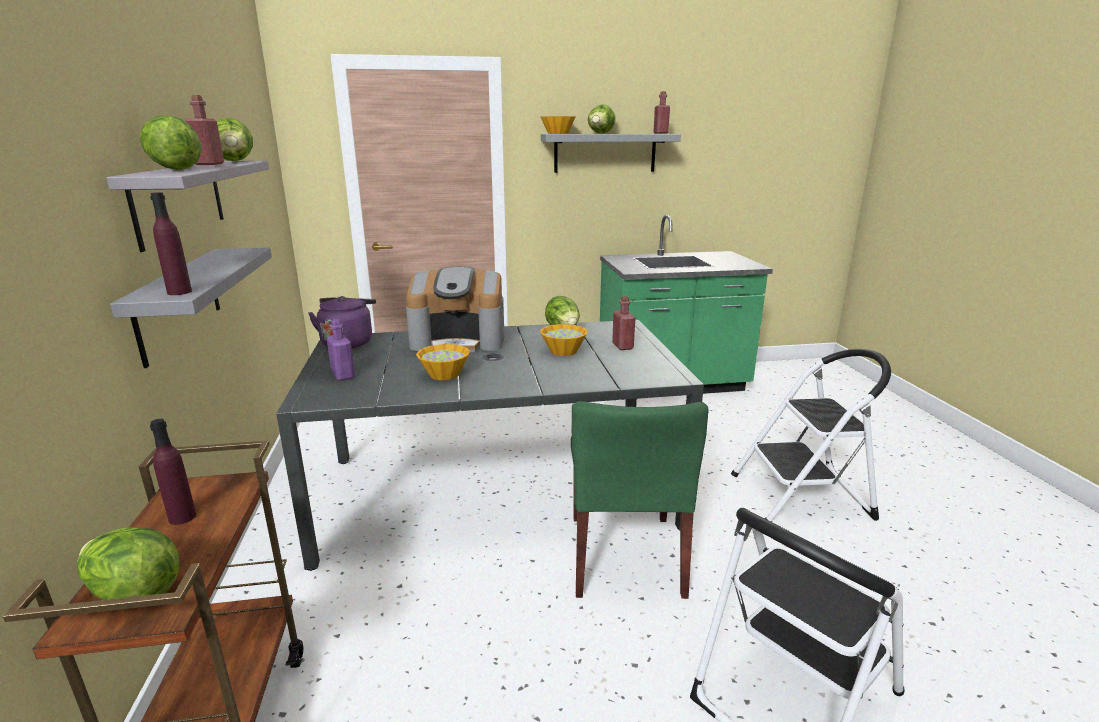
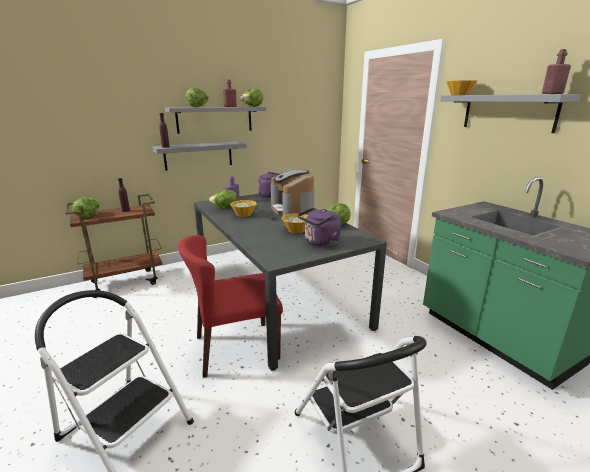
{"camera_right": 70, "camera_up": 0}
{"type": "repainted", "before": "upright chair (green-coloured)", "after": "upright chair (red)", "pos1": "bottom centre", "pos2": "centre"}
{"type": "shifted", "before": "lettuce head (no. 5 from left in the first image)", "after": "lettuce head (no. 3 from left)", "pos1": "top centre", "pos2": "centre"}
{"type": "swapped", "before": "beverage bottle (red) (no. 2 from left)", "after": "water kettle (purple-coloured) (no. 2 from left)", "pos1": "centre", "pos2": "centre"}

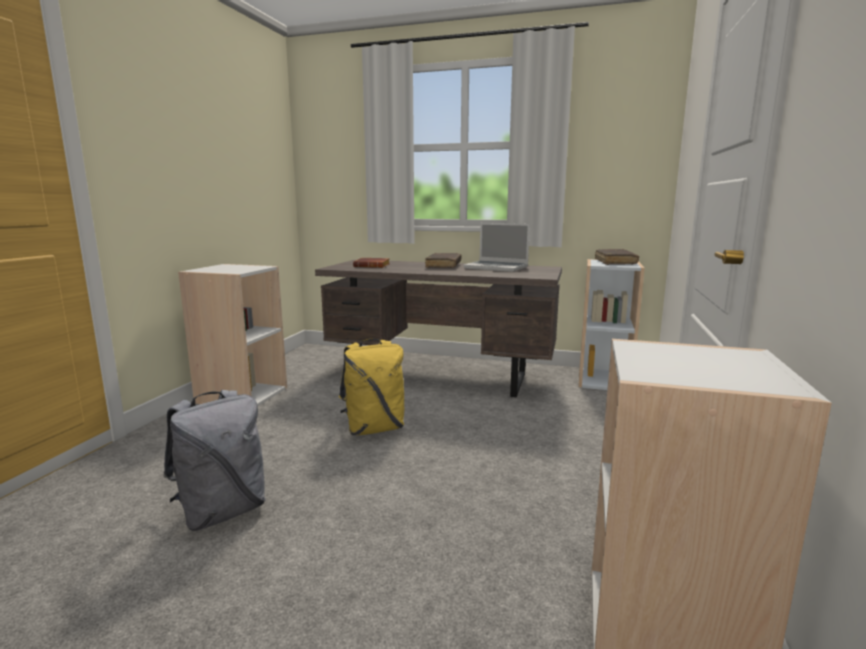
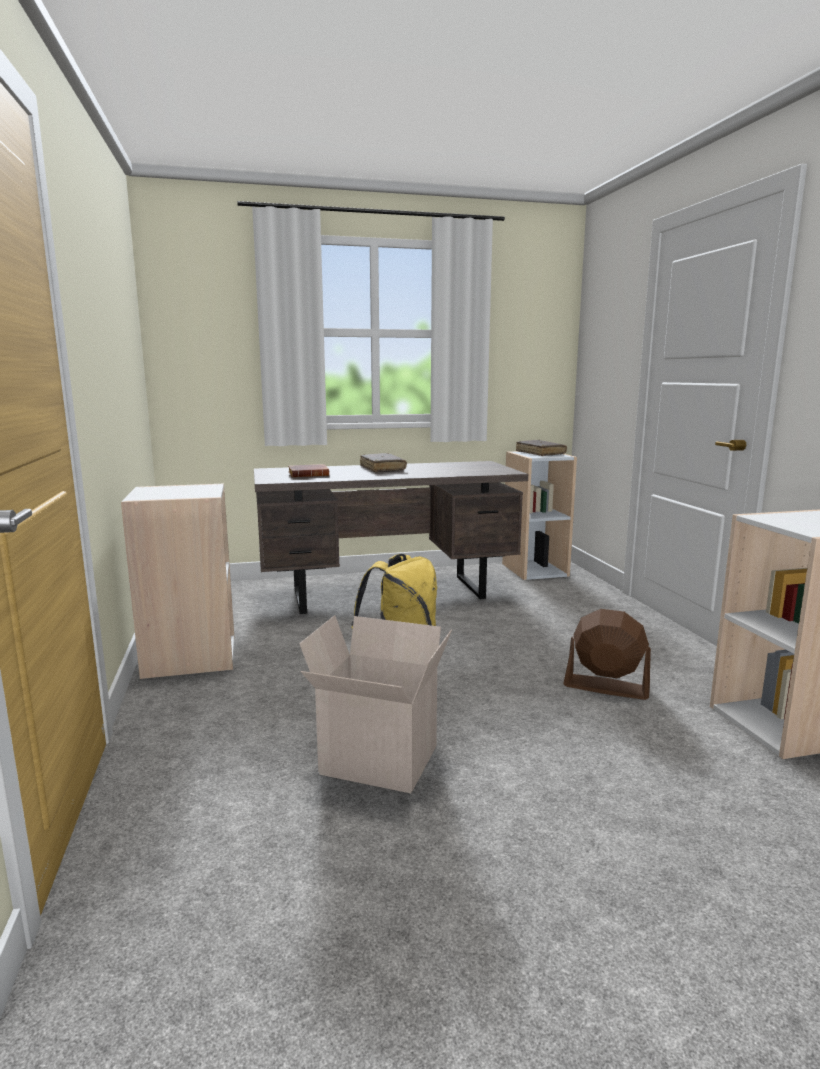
{"camera_right": -30, "camera_up": 0}
{"type": "swapped", "before": "rucksack (grey)", "after": "packing box", "pos1": "bottom left", "pos2": "centre"}
{"type": "gone", "before": "notebook computer", "pos1": "centre"}
{"type": "new", "after": "fan (brown)", "pos2": "middle right"}

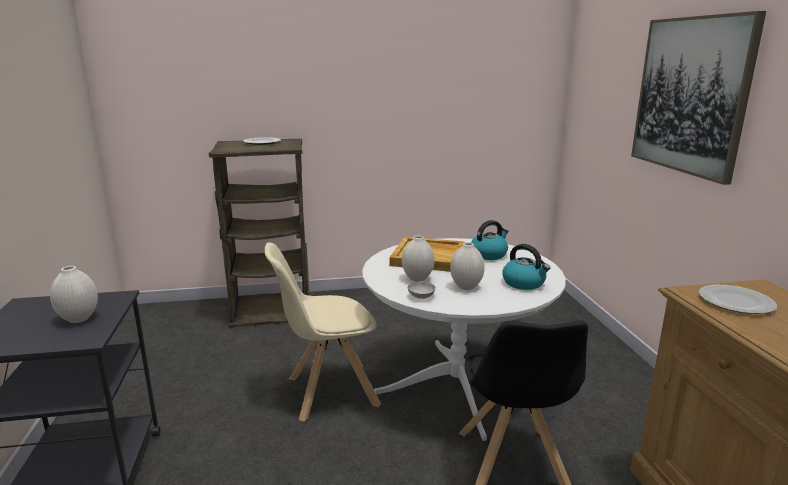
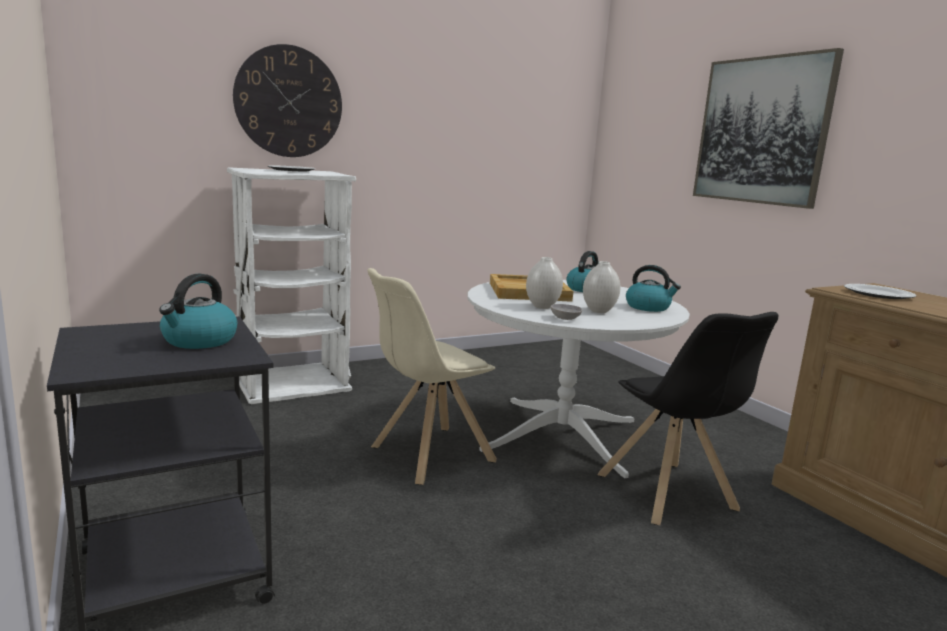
{"camera_right": -20, "camera_up": -5}
{"type": "swapped", "before": "decorative vase (white-coloured) (no. 1 from left)", "after": "water kettle (no. 1 from left)", "pos1": "middle left", "pos2": "middle left"}
{"type": "repainted", "before": "bookcase (brown)", "after": "bookcase (white-coloured)", "pos1": "middle left", "pos2": "middle left"}
{"type": "new", "after": "wall clock", "pos2": "top left"}

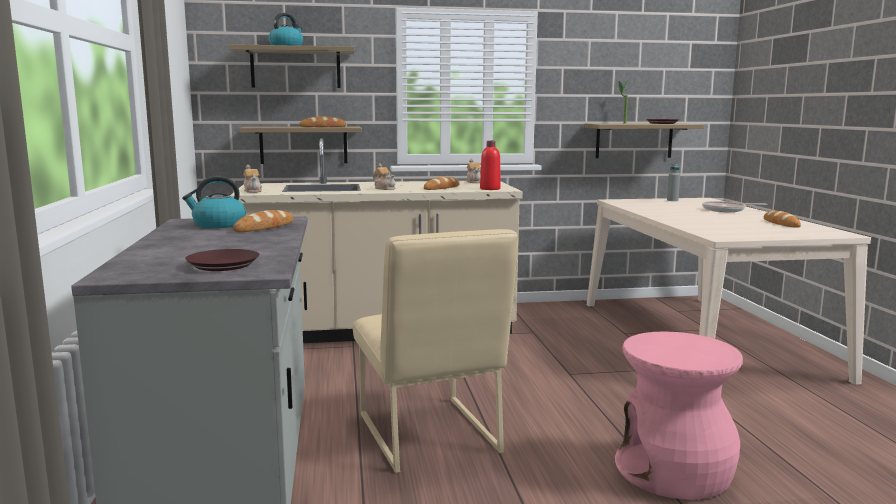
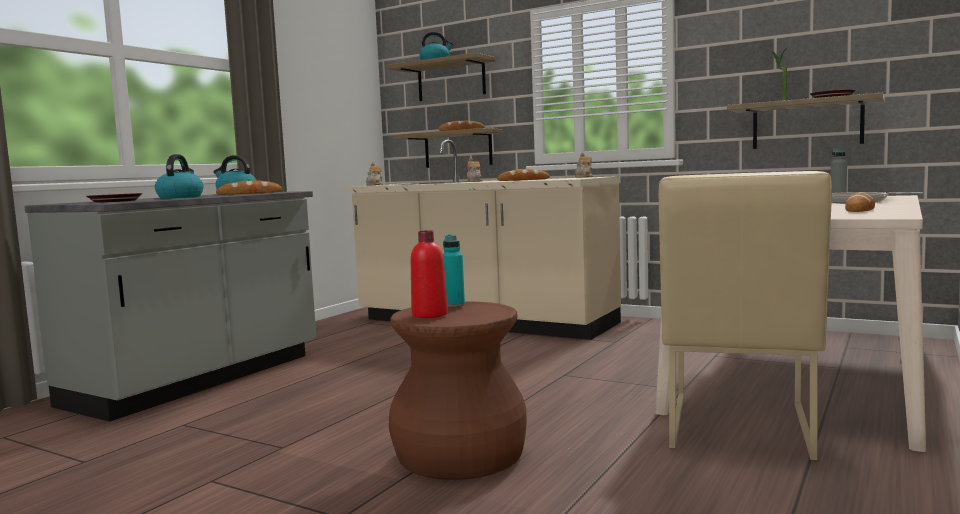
{"camera_right": 40, "camera_up": -5}
{"type": "shifted", "before": "upright chair (sand-coloured)", "pos1": "bottom centre", "pos2": "middle right"}
{"type": "shifted", "before": "beverage bottle (red)", "pos1": "top centre", "pos2": "centre"}
{"type": "repainted", "before": "stool seat (pink)", "after": "stool seat (brown)", "pos1": "bottom right", "pos2": "bottom centre"}
{"type": "new", "after": "water kettle (no. 1 from left)", "pos2": "middle left"}
{"type": "new", "after": "beverage bottle (turquoise)", "pos2": "centre"}

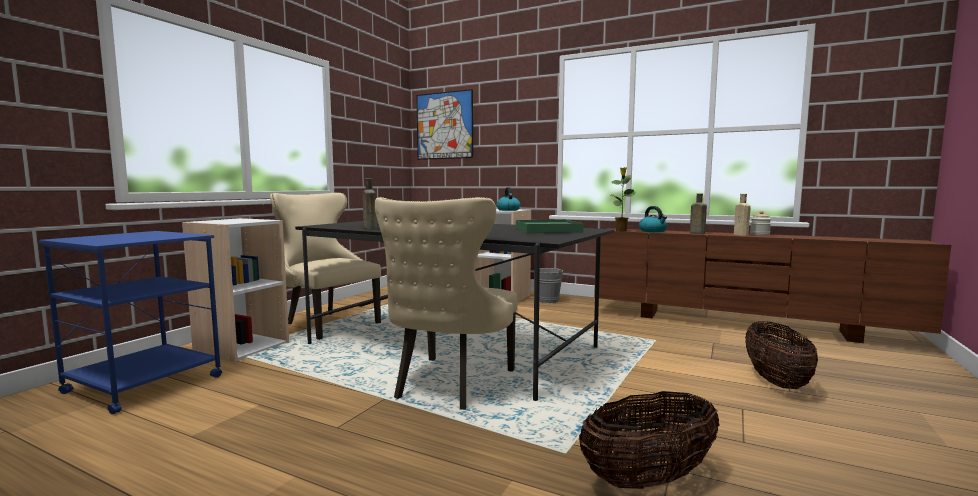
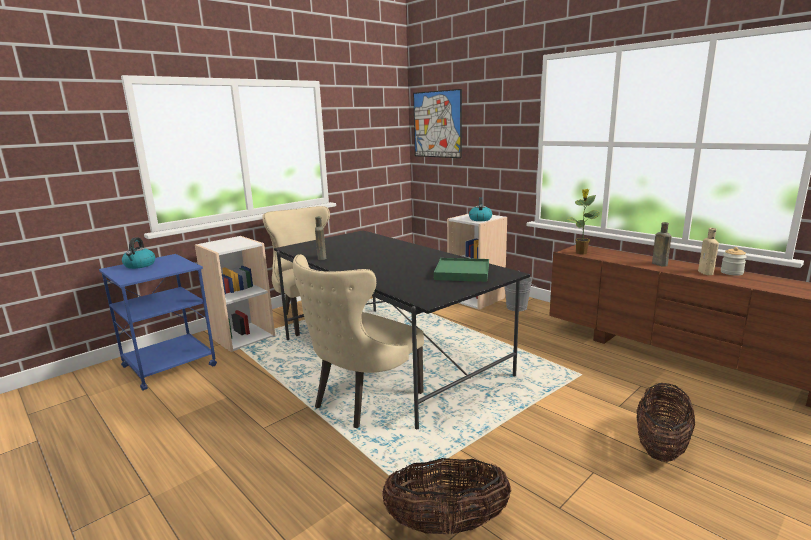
{"camera_right": 20, "camera_up": 10}
{"type": "shifted", "before": "water kettle (no. 2 from left in the first image)", "after": "water kettle (no. 1 from left)", "pos1": "middle right", "pos2": "middle left"}

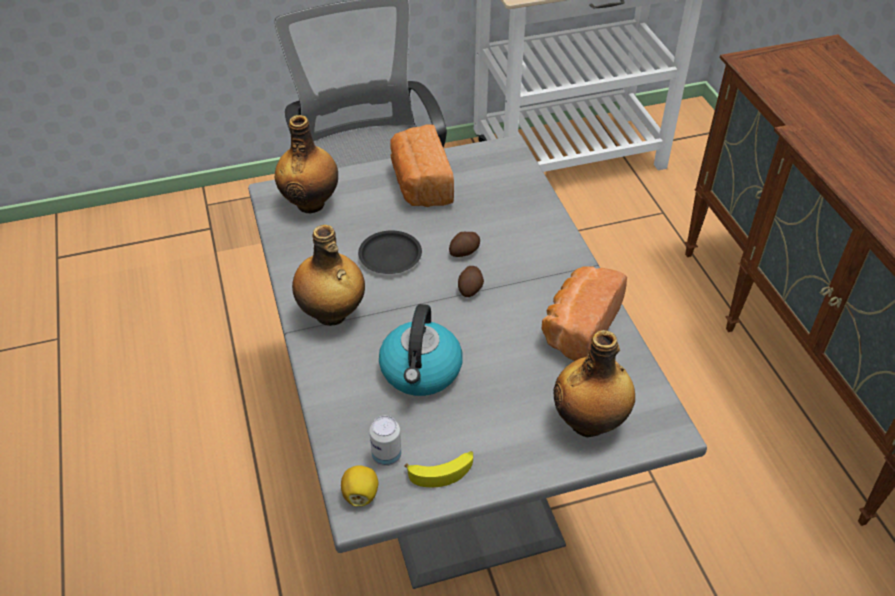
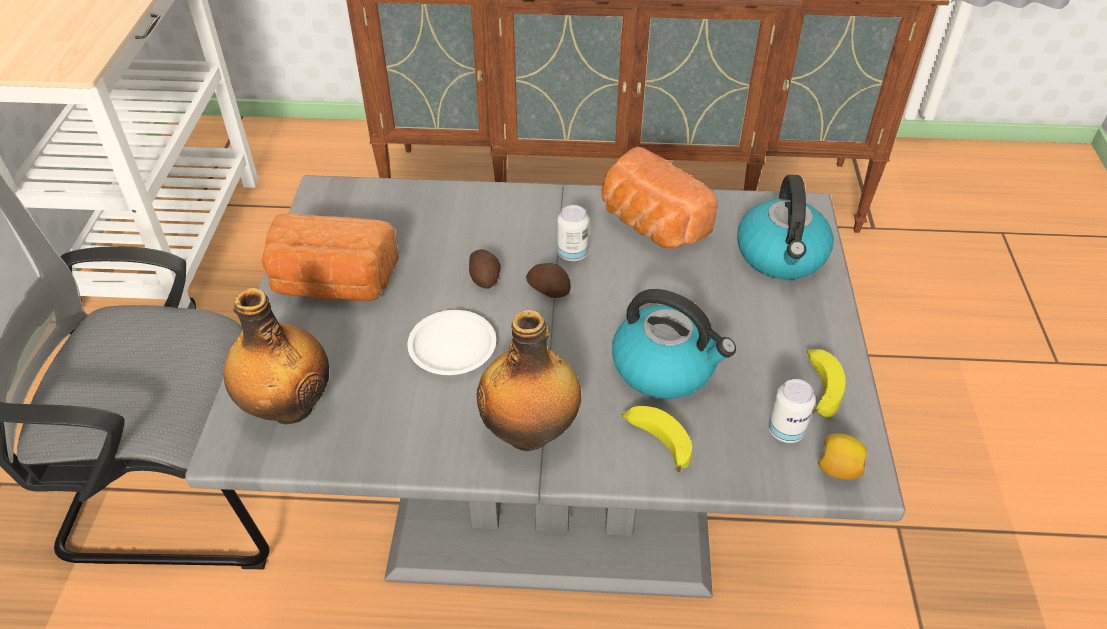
{"camera_right": -70, "camera_up": 0}
{"type": "repainted", "before": "flat dish (black-coloured)", "after": "flat dish (white-coloured)", "pos1": "centre", "pos2": "centre"}
{"type": "swapped", "before": "beverage bottle (no. 3 from left)", "after": "water kettle (no. 2 from left)", "pos1": "centre", "pos2": "middle right"}
{"type": "new", "after": "can (no. 1 from left)", "pos2": "centre"}
{"type": "new", "after": "banana (no. 1 from left)", "pos2": "bottom centre"}

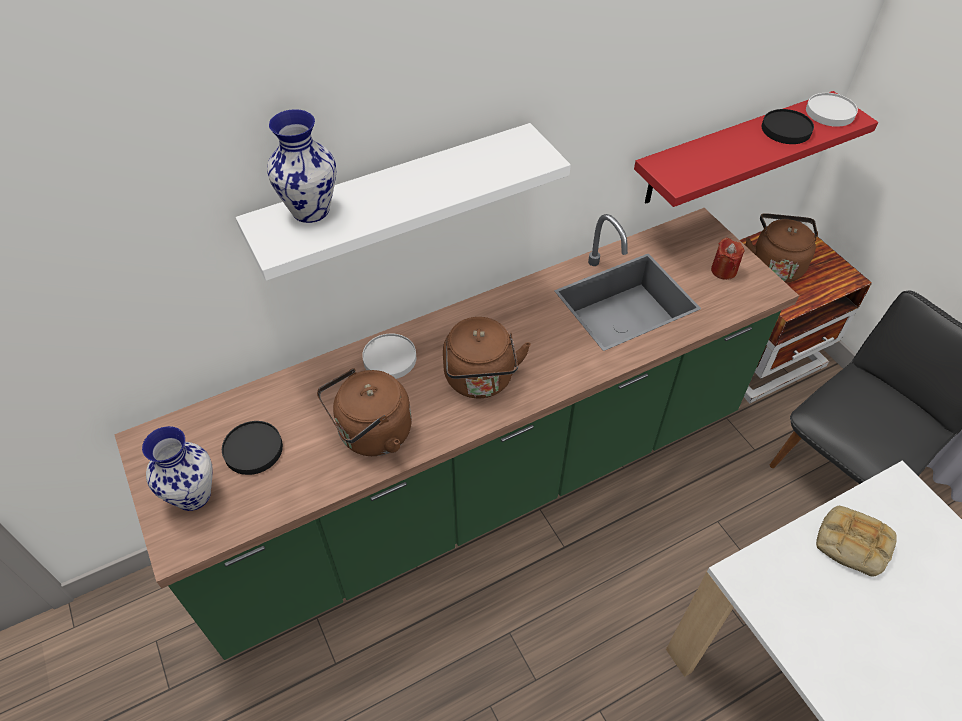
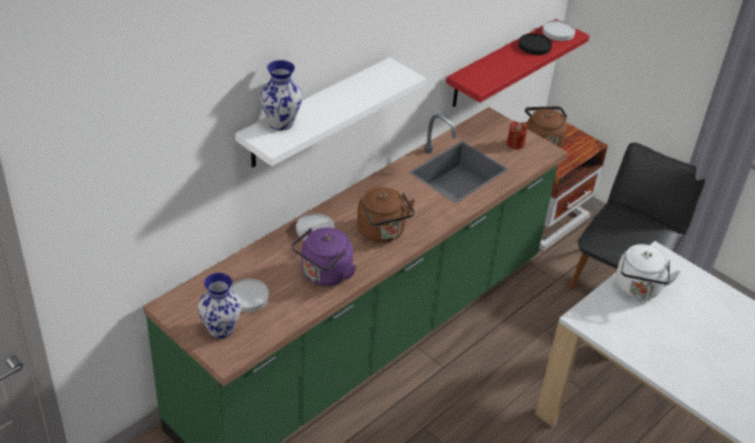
{"camera_right": -20, "camera_up": -10}
{"type": "repainted", "before": "flat dish (black-coloured) (no. 1 from left)", "after": "flat dish (white-coloured) (no. 1 from left)", "pos1": "middle left", "pos2": "middle left"}
{"type": "repainted", "before": "water kettle (brown) (no. 1 from left)", "after": "water kettle (purple-coloured)", "pos1": "centre", "pos2": "centre"}
{"type": "swapped", "before": "bakery bread", "after": "water kettle (white-coloured)", "pos1": "bottom right", "pos2": "middle right"}

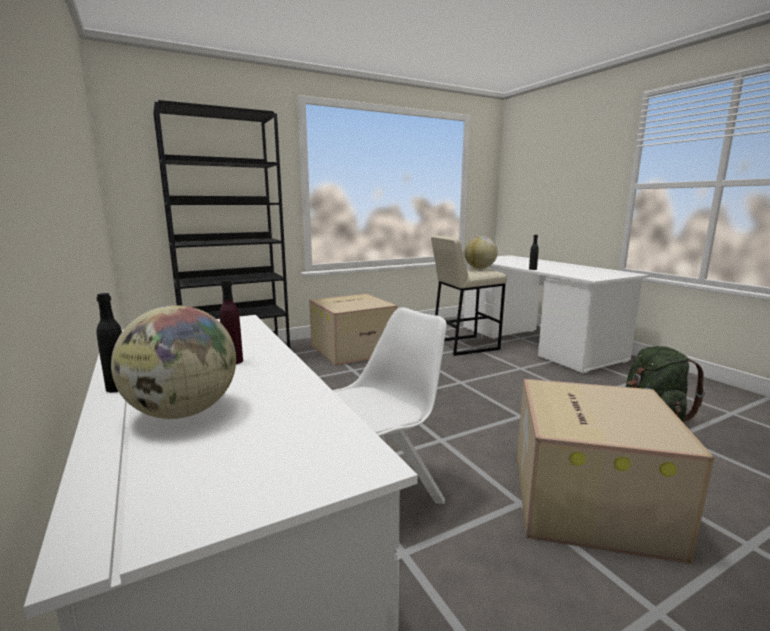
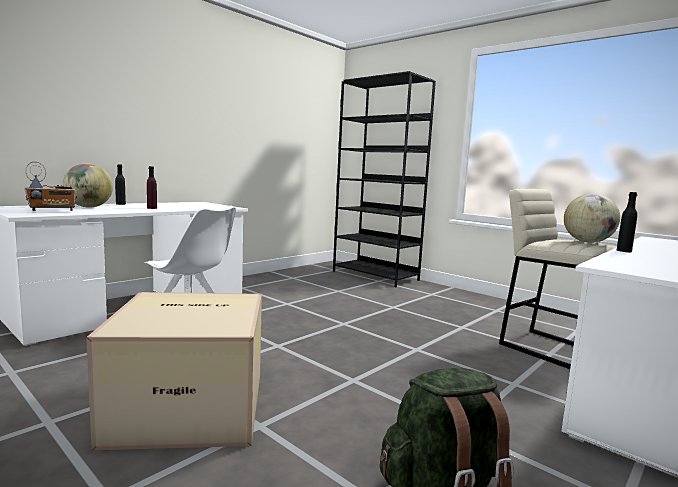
{"camera_right": 70, "camera_up": -5}
{"type": "gone", "before": "packing box (no. 1 from left)", "pos1": "centre"}
{"type": "new", "after": "radio receiver", "pos2": "middle left"}

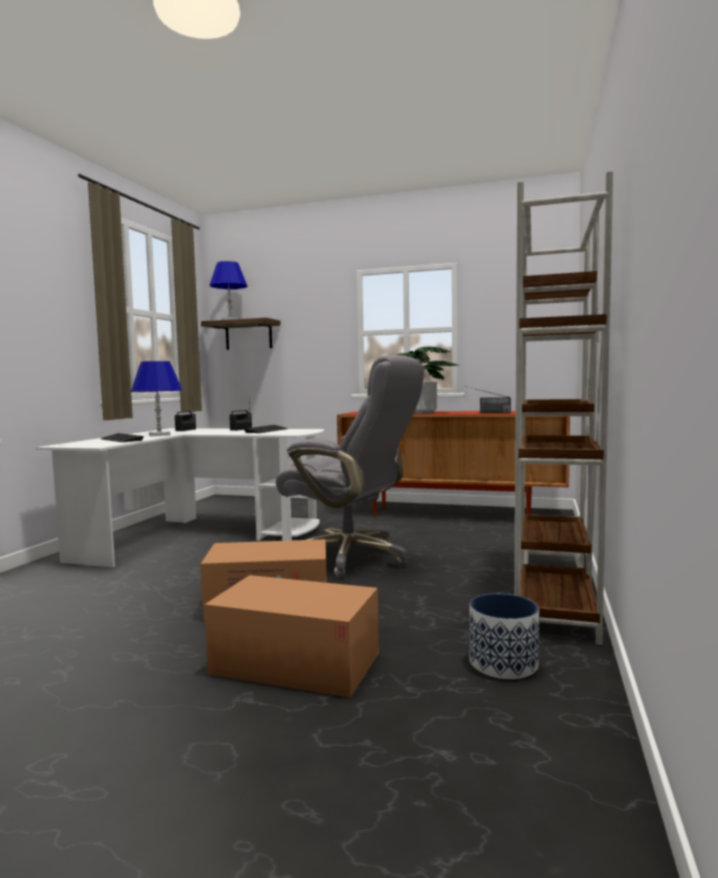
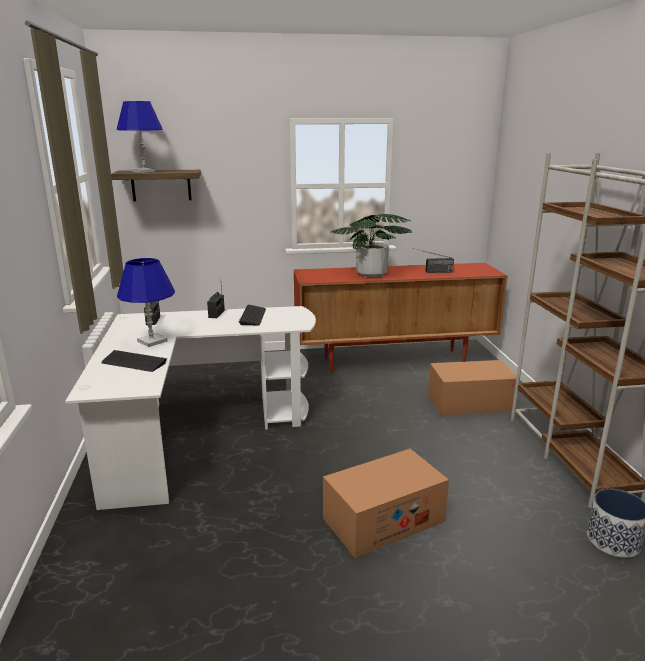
{"camera_right": -25, "camera_up": 15}
{"type": "shifted", "before": "packing box (no. 2 from left)", "pos1": "bottom centre", "pos2": "middle right"}
{"type": "gone", "before": "office chair (grey)", "pos1": "centre"}

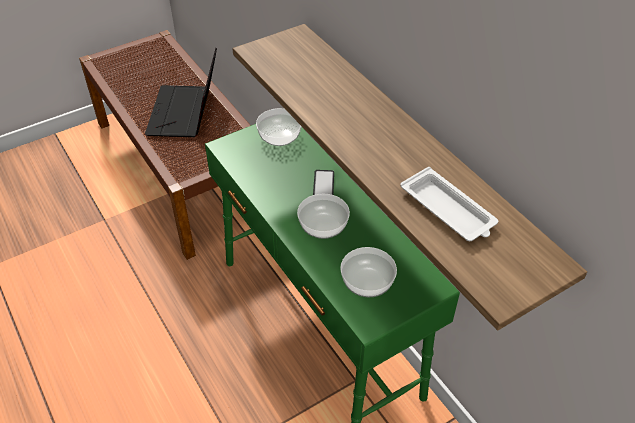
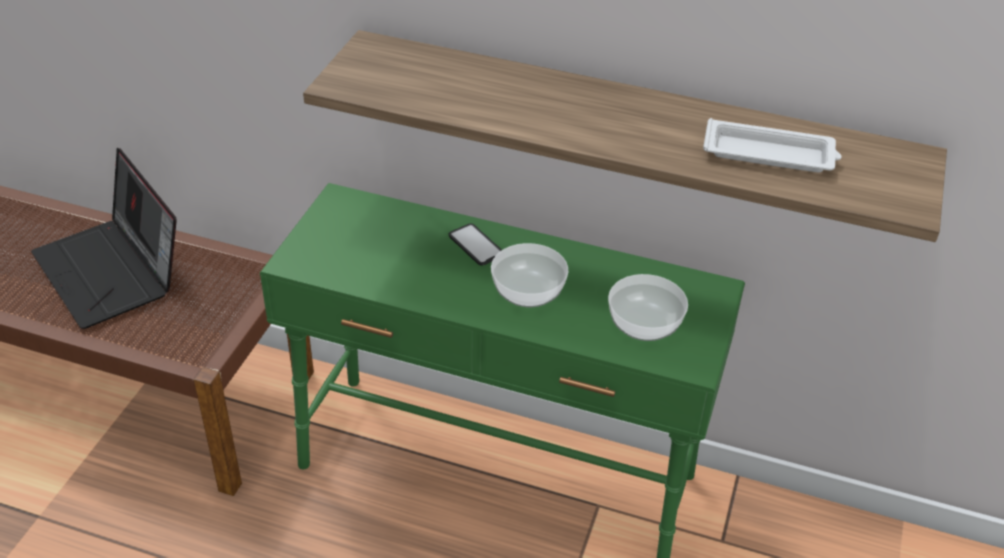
{"camera_right": -40, "camera_up": -5}
{"type": "gone", "before": "serving bowl (no. 1 from left)", "pos1": "top centre"}

